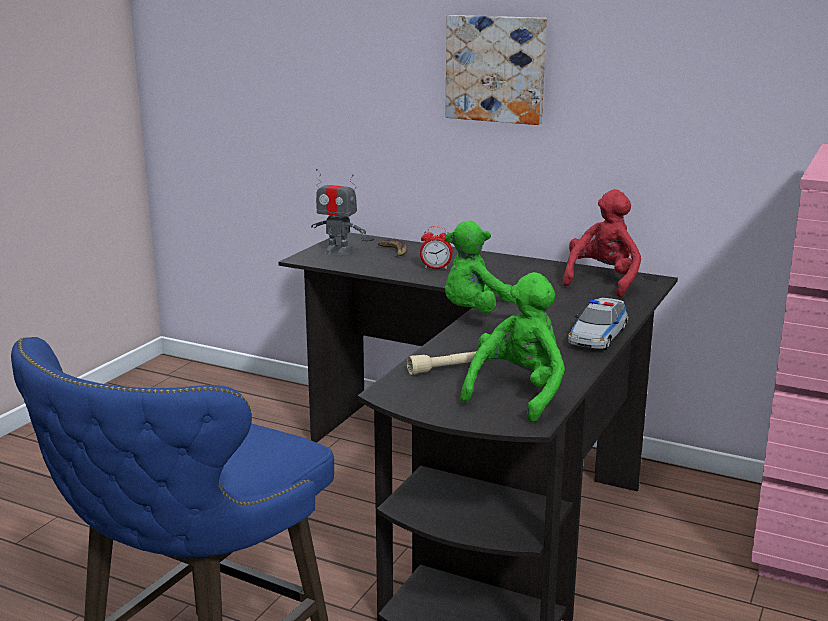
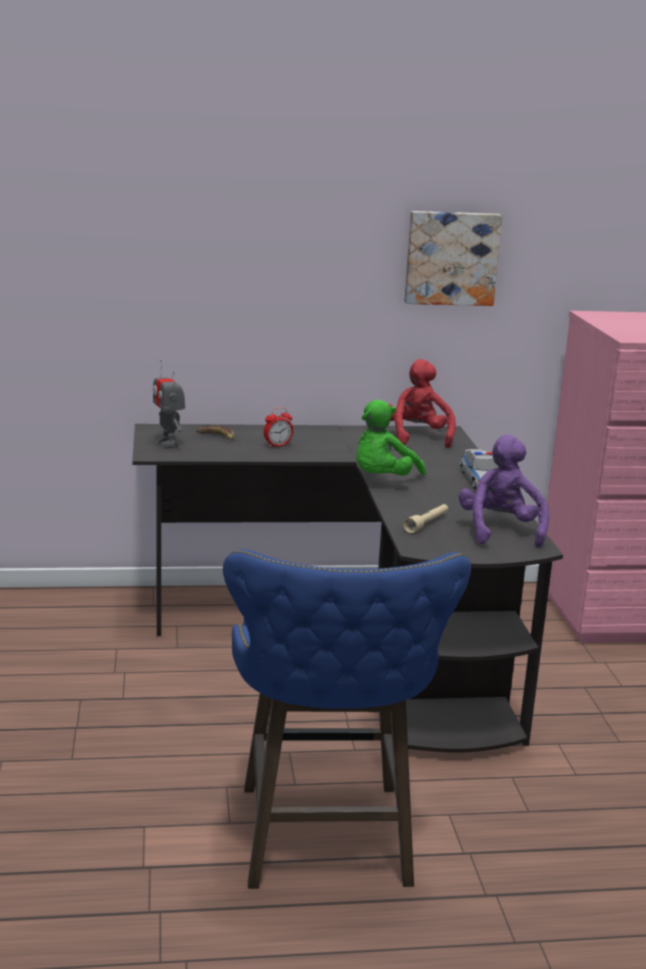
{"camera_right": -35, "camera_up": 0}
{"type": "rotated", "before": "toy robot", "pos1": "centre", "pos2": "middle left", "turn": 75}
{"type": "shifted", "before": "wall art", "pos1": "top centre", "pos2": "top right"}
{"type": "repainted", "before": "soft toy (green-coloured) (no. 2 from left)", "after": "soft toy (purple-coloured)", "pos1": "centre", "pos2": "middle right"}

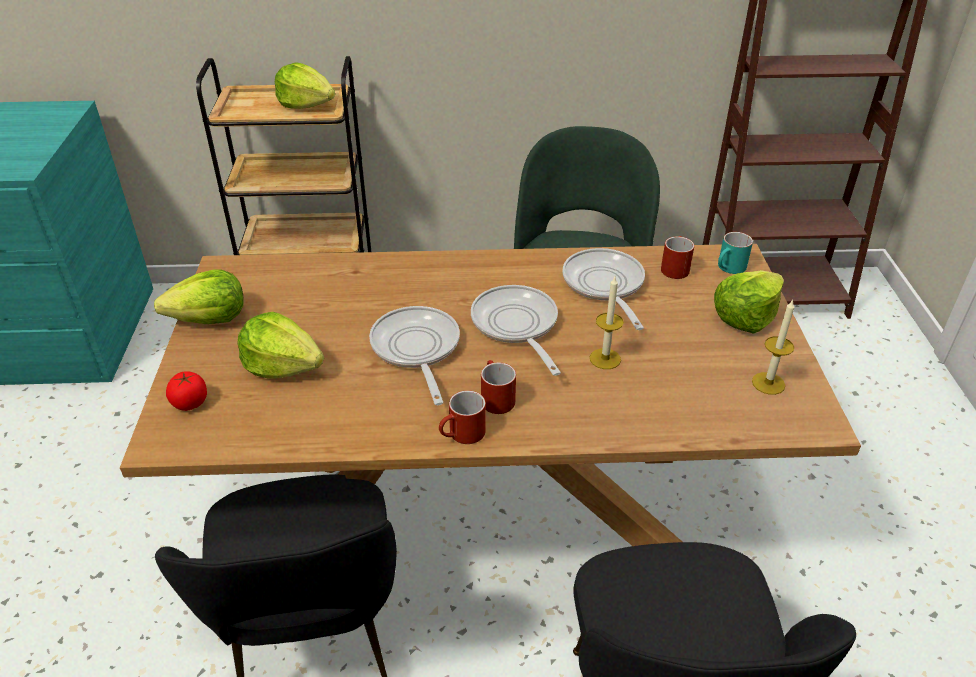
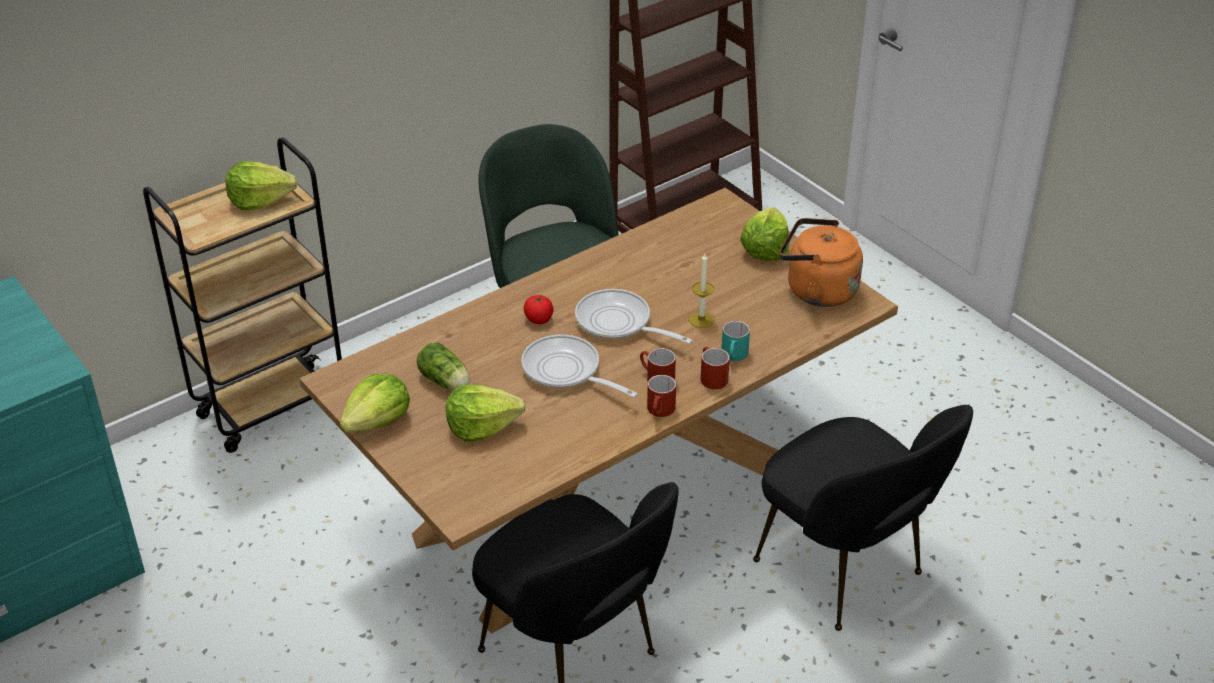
{"camera_right": -35, "camera_up": 0}
{"type": "shifted", "before": "whole tomato", "pos1": "middle left", "pos2": "centre"}
{"type": "gone", "before": "skillet (no. 3 from left)", "pos1": "centre"}
{"type": "shifted", "before": "coffee mug (red) (no. 3 from left)", "pos1": "middle right", "pos2": "centre"}
{"type": "shifted", "before": "coffee mug (turquoise)", "pos1": "middle right", "pos2": "centre"}
{"type": "swapped", "before": "candle (no. 2 from left)", "after": "water kettle (orange)", "pos1": "middle right", "pos2": "middle right"}
{"type": "new", "after": "lettuce head (no. 3 from left)", "pos2": "centre"}

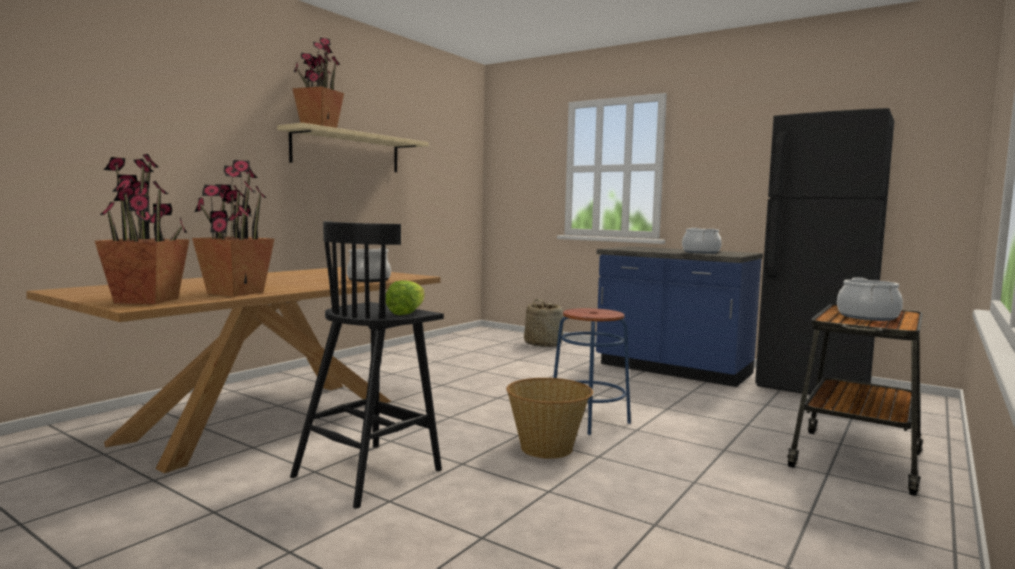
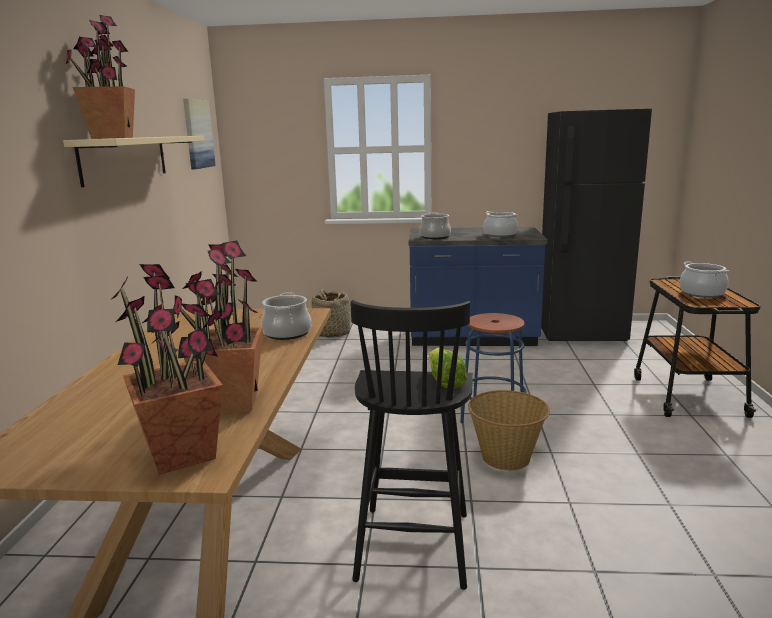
{"camera_right": -30, "camera_up": 10}
{"type": "new", "after": "wall art", "pos2": "top left"}
{"type": "new", "after": "saucepot (no. 2 from left)", "pos2": "centre"}

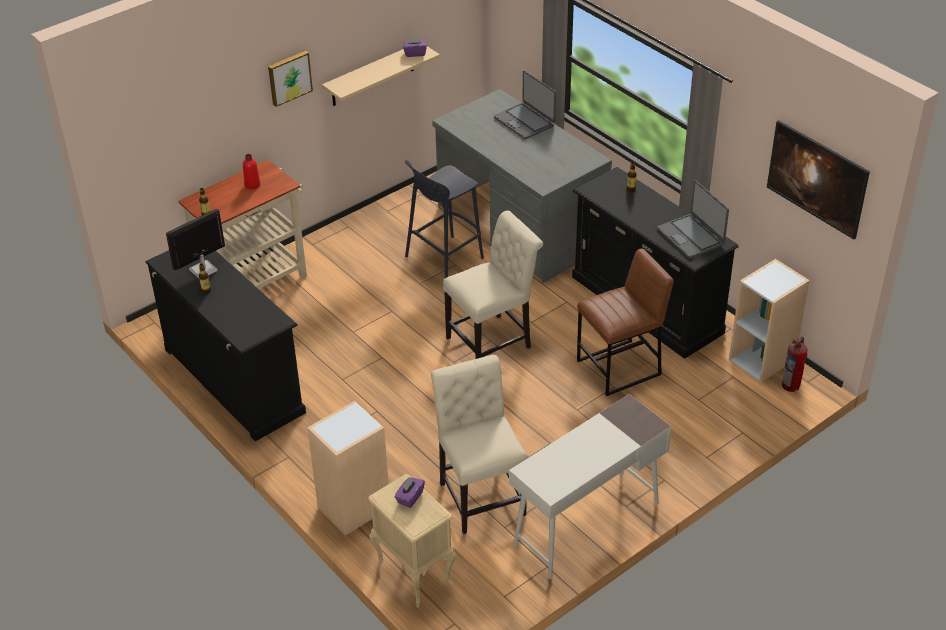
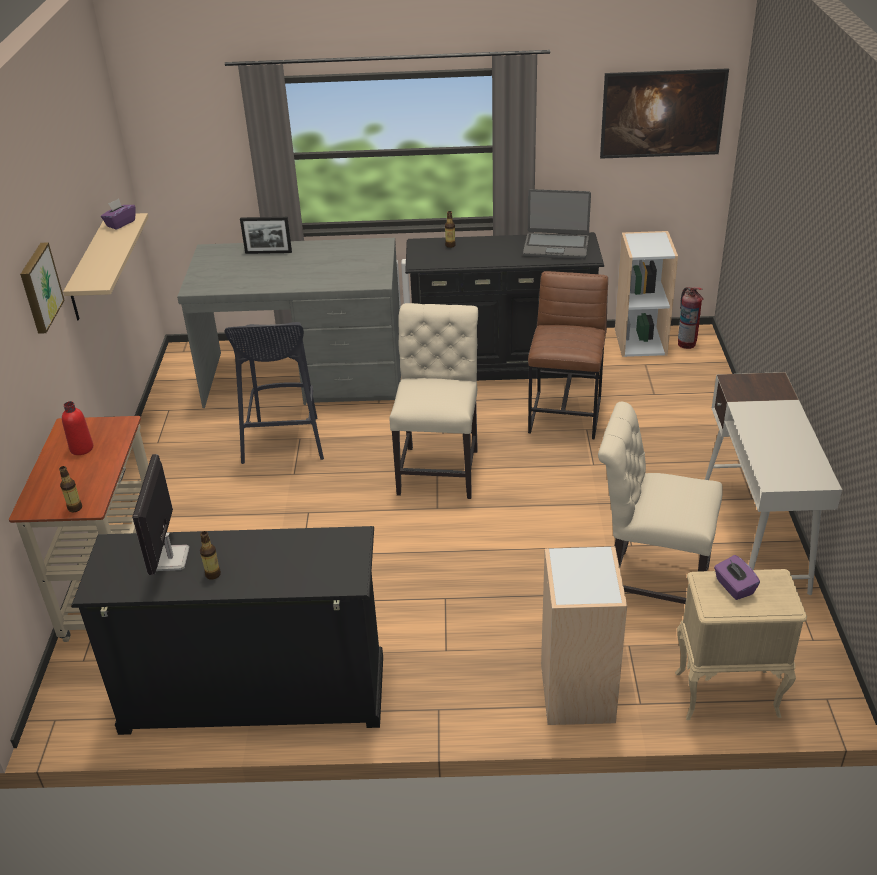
{"camera_right": -50, "camera_up": -5}
{"type": "swapped", "before": "notebook computer (no. 1 from left)", "after": "picture frame", "pos1": "top centre", "pos2": "top left"}

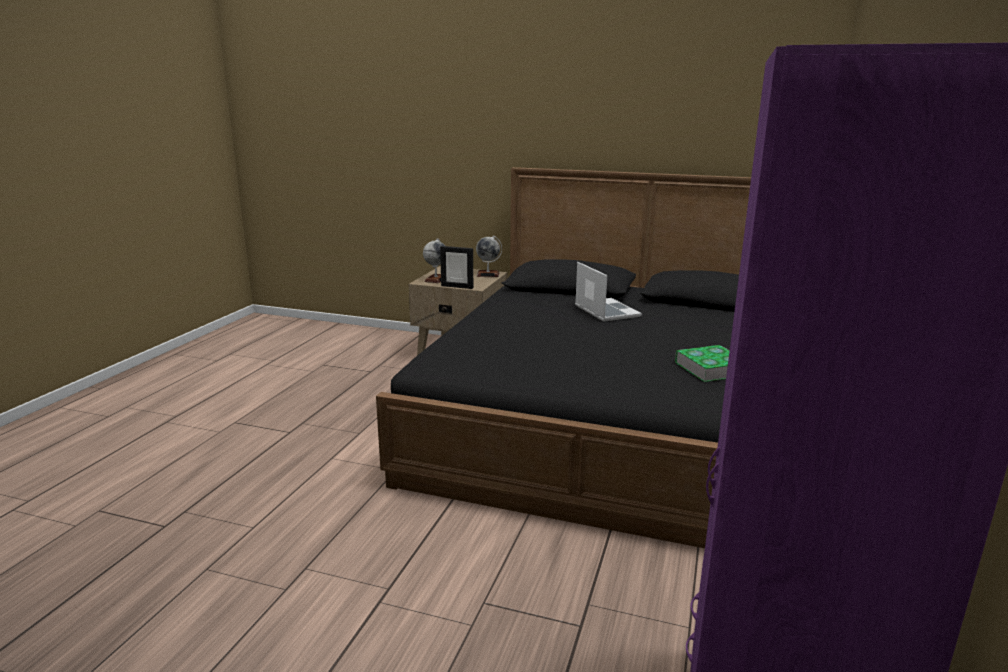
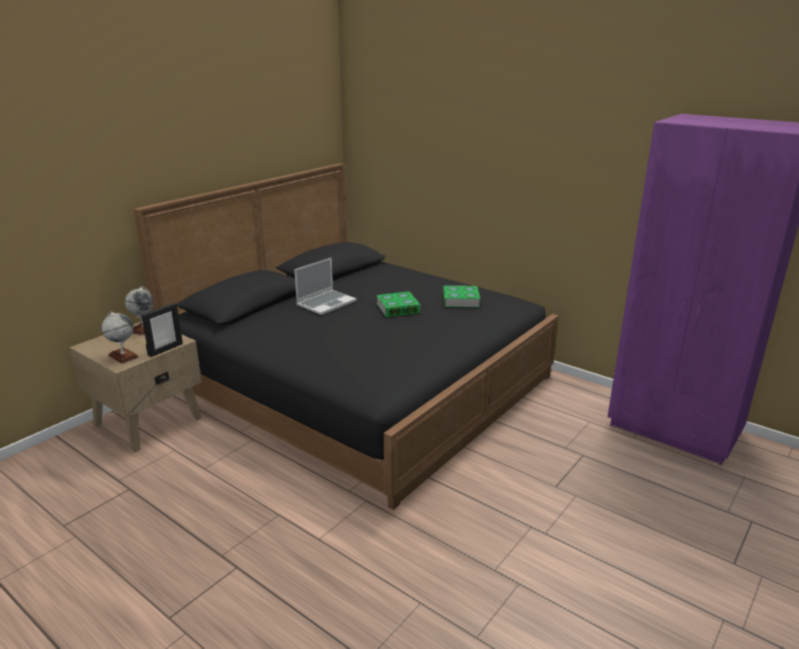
{"camera_right": -70, "camera_up": 5}
{"type": "rotated", "before": "notebook computer", "pos1": "centre", "pos2": "centre", "turn": 135}
{"type": "new", "after": "book (no. 1 from left)", "pos2": "centre"}

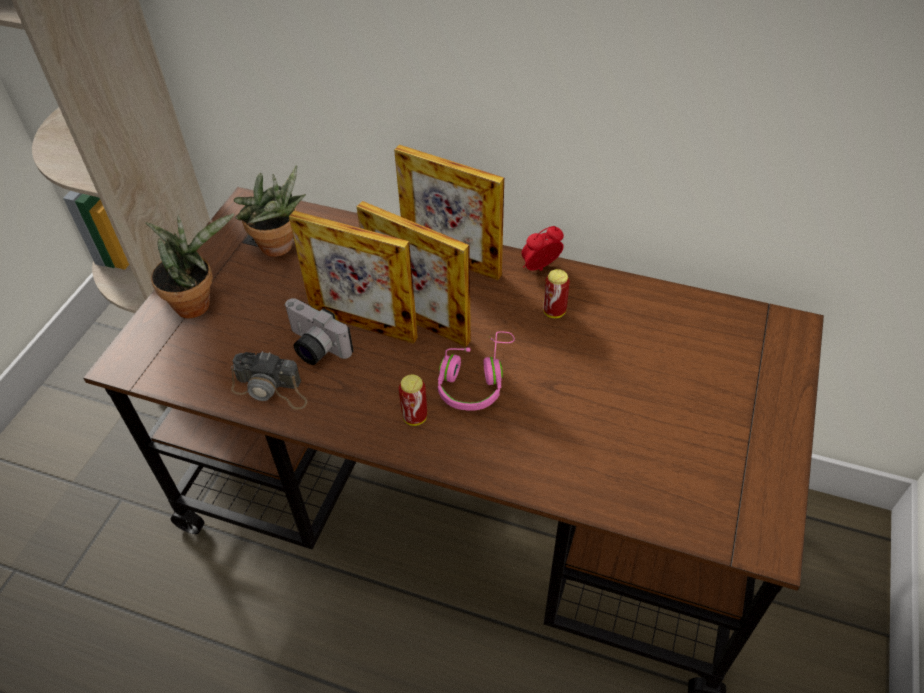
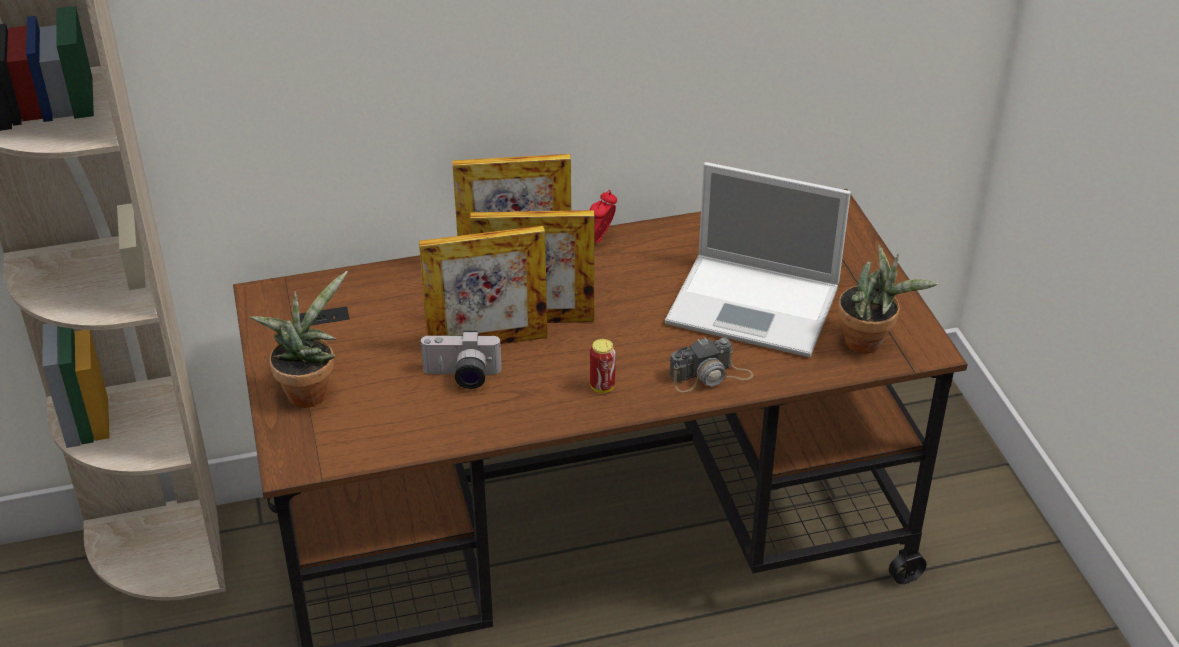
{"camera_right": -35, "camera_up": -10}
{"type": "shifted", "before": "photo camera (no. 1 from left in the first image)", "after": "photo camera (no. 2 from left)", "pos1": "middle left", "pos2": "centre"}
{"type": "shifted", "before": "houseplant (no. 2 from left)", "pos1": "top left", "pos2": "middle right"}
{"type": "gone", "before": "pair of headphones (pink)", "pos1": "centre"}
{"type": "gone", "before": "can (no. 2 from left)", "pos1": "centre"}
{"type": "new", "after": "notebook computer", "pos2": "centre"}

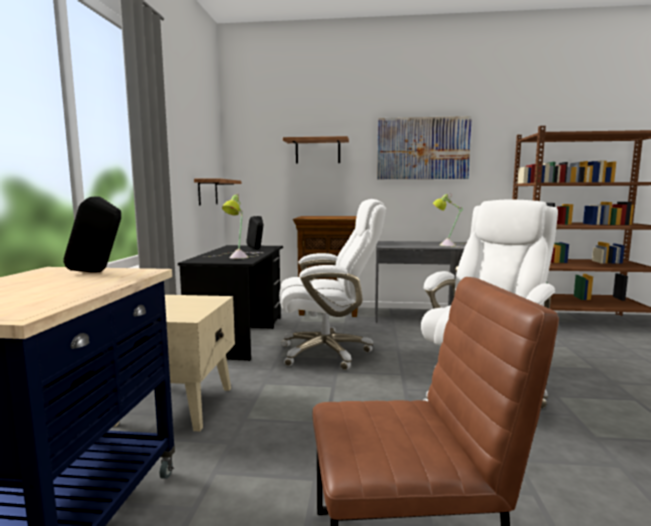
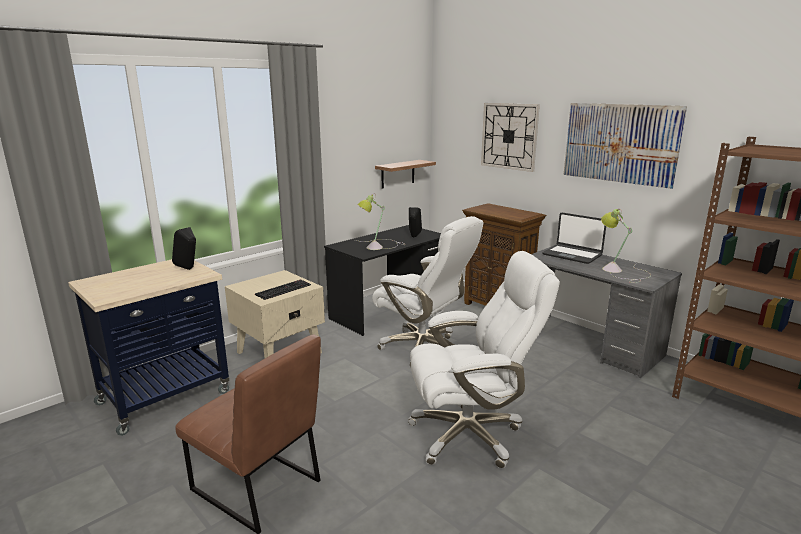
{"camera_right": 40, "camera_up": 10}
{"type": "swapped", "before": "shelf (no. 2 from left)", "after": "wall clock", "pos1": "top centre", "pos2": "top centre"}
{"type": "new", "after": "computer keyboard", "pos2": "centre"}
{"type": "new", "after": "notebook computer", "pos2": "middle right"}

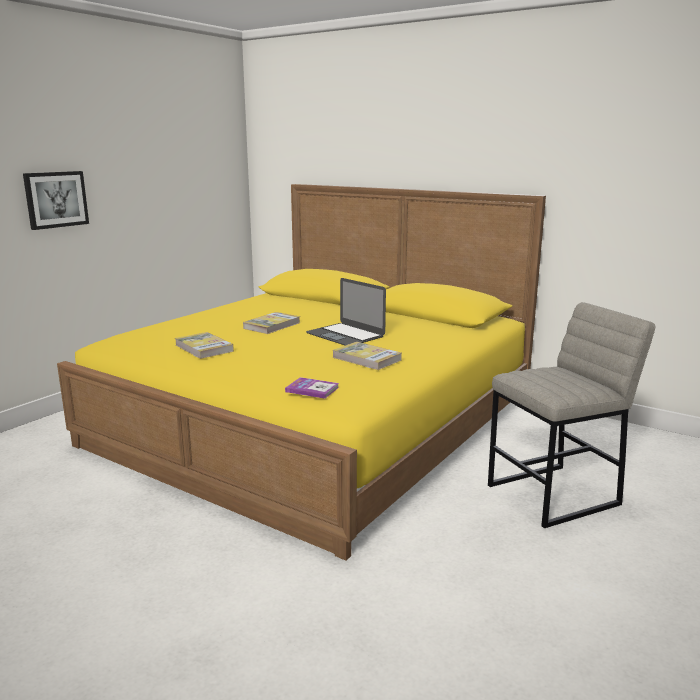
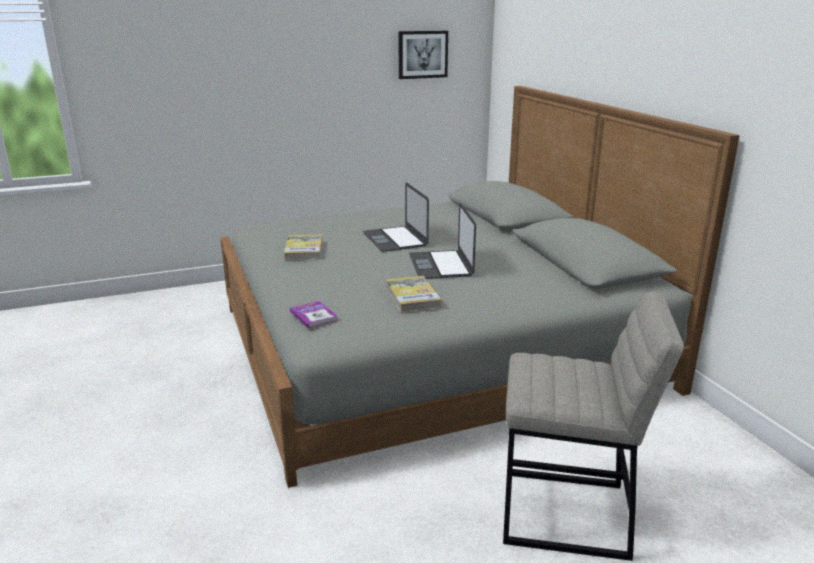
{"camera_right": 35, "camera_up": 5}
{"type": "shifted", "before": "wall art", "pos1": "top left", "pos2": "top centre"}
{"type": "repainted", "before": "bedroom bed (yellowish)", "after": "bedroom bed (grey)", "pos1": "centre", "pos2": "centre"}
{"type": "swapped", "before": "book (no. 2 from left)", "after": "notebook computer (no. 1 from left)", "pos1": "centre", "pos2": "centre"}

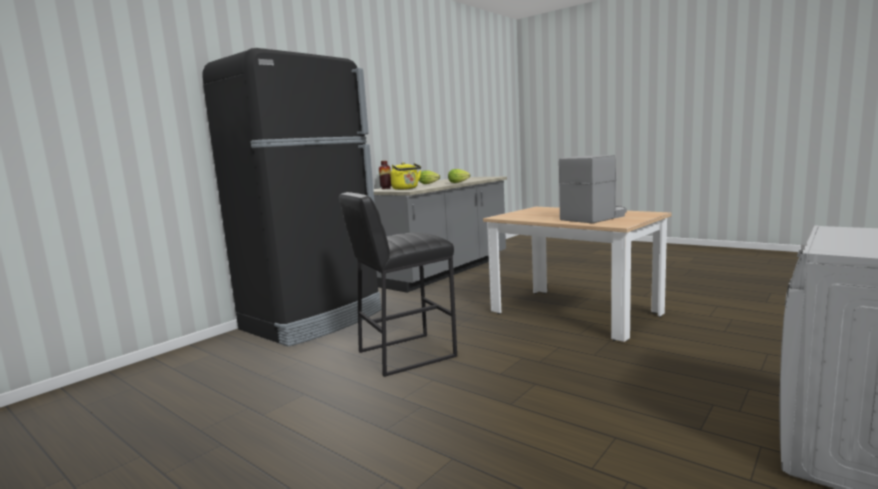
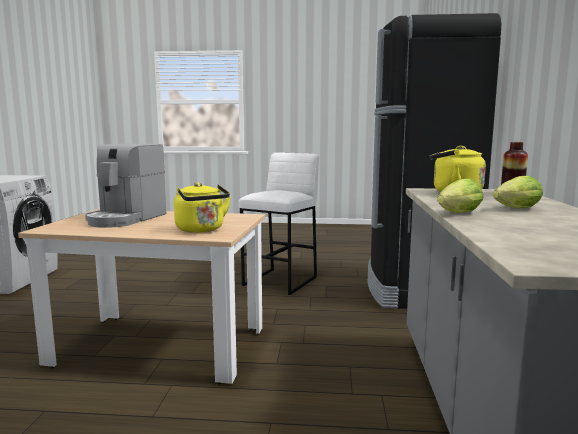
{"camera_right": 145, "camera_up": 0}
{"type": "repainted", "before": "stool seat (black-coloured)", "after": "stool seat (white-coloured)", "pos1": "centre", "pos2": "centre"}
{"type": "new", "after": "water kettle (yellowish) (no. 1 from left)", "pos2": "centre"}

